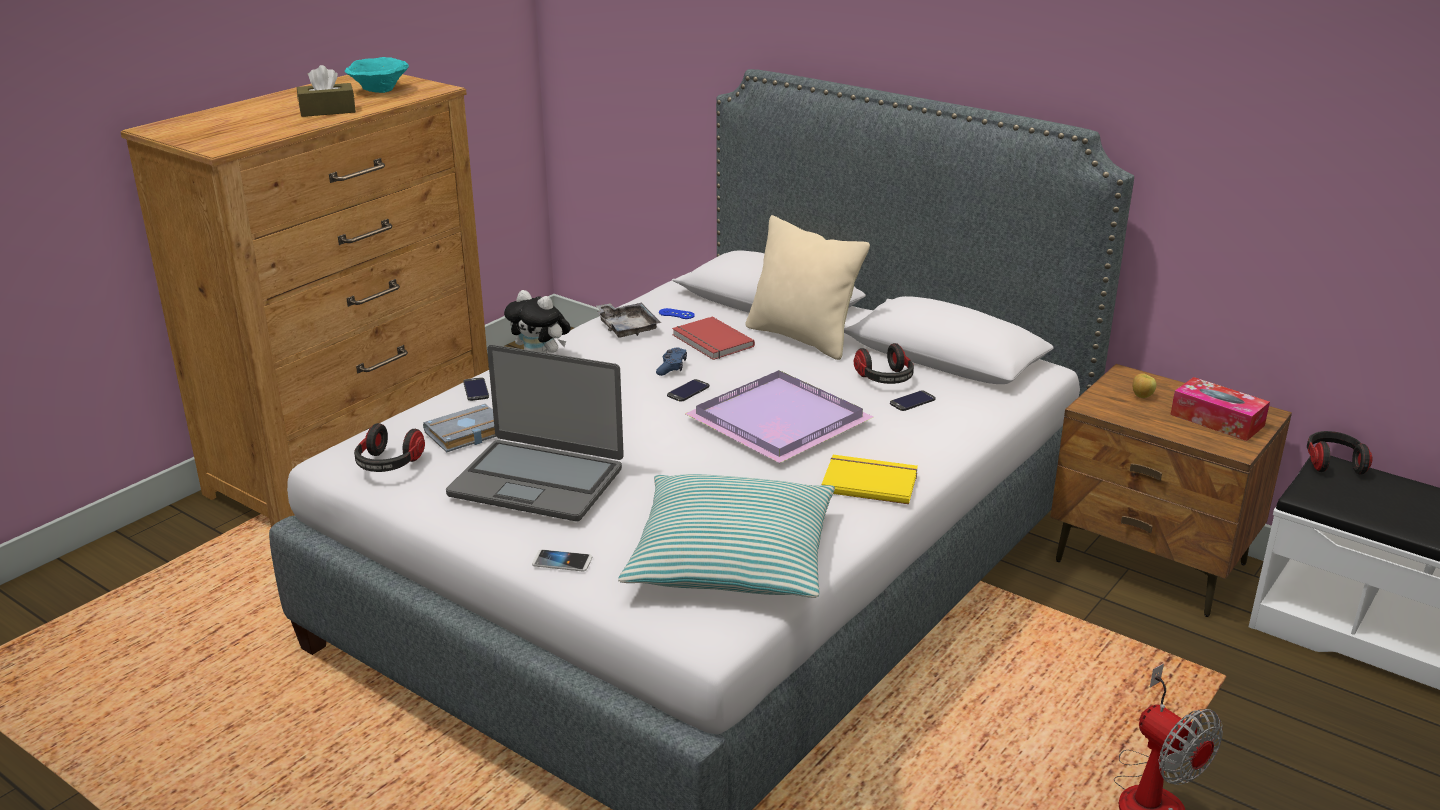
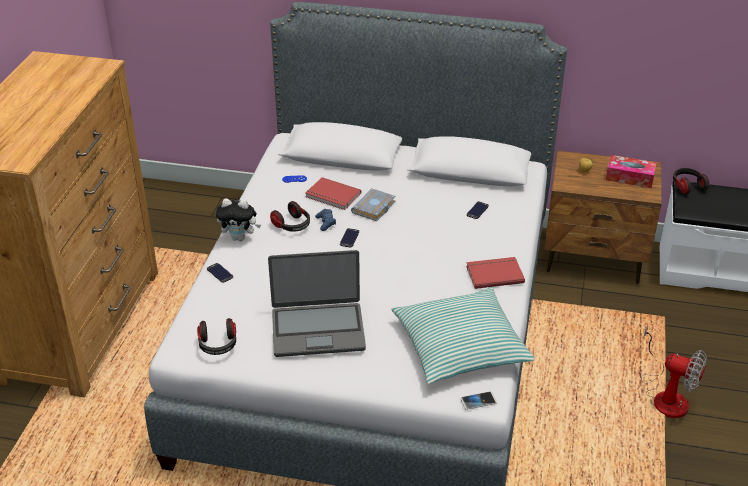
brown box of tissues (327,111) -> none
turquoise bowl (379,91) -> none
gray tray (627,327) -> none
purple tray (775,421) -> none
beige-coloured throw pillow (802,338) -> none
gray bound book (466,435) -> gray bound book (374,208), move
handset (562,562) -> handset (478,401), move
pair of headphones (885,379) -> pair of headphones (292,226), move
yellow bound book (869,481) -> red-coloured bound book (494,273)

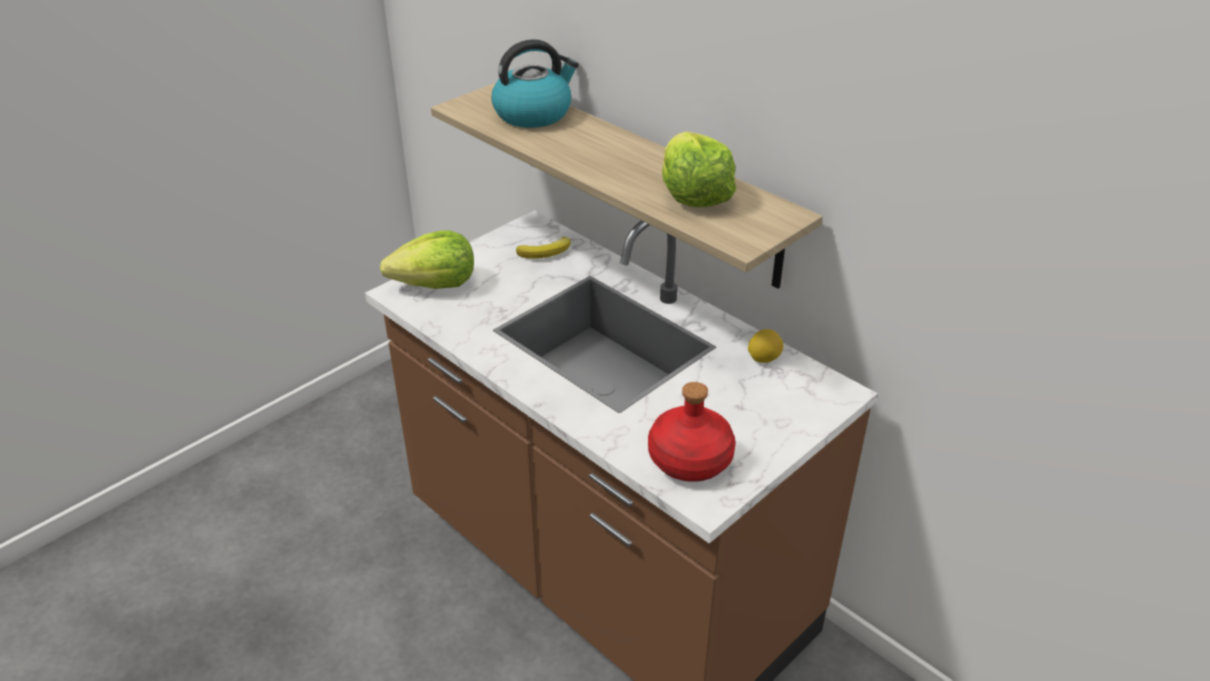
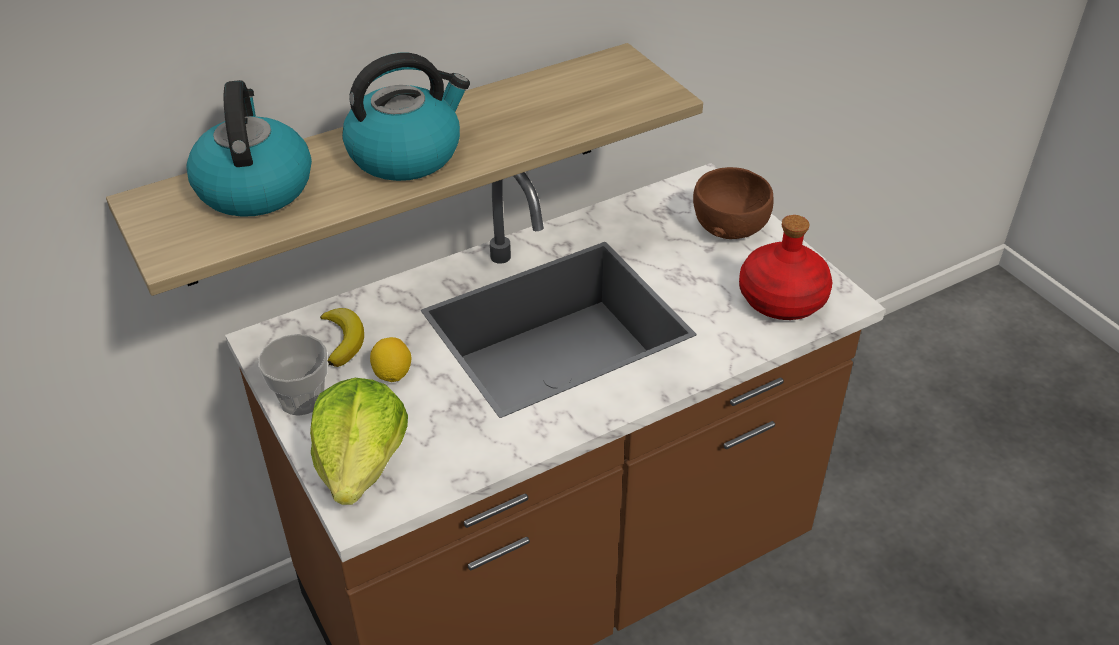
lettuce head (693,194) -> none
none -> cup (302,399)
none -> kettle (406,154)
none -> brown bowl (729,225)
whole lemon (763,359) -> whole lemon (392,374), move

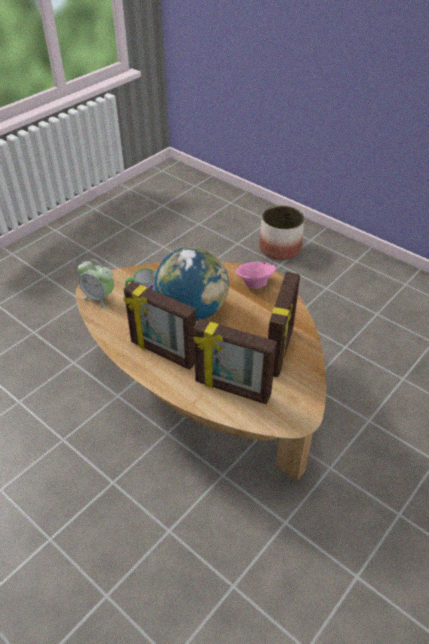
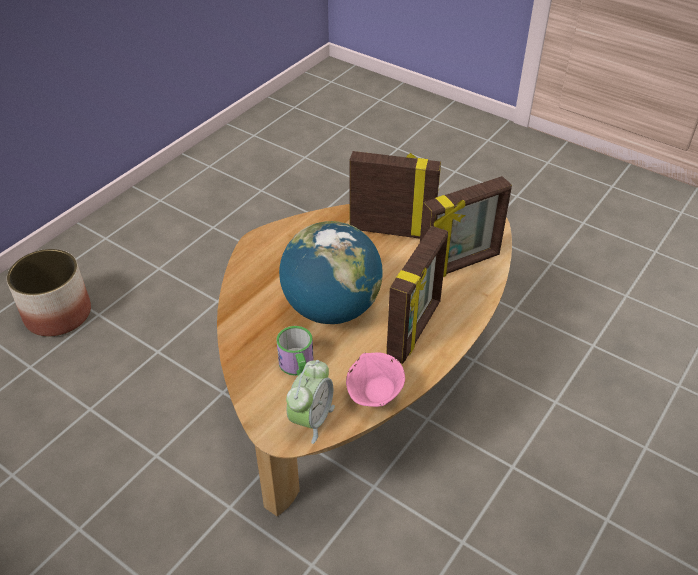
pinkish bowl (254,283) -> pinkish bowl (375,396), move
standing frame (232,389) -> standing frame (459,265), 45 degrees clockwise

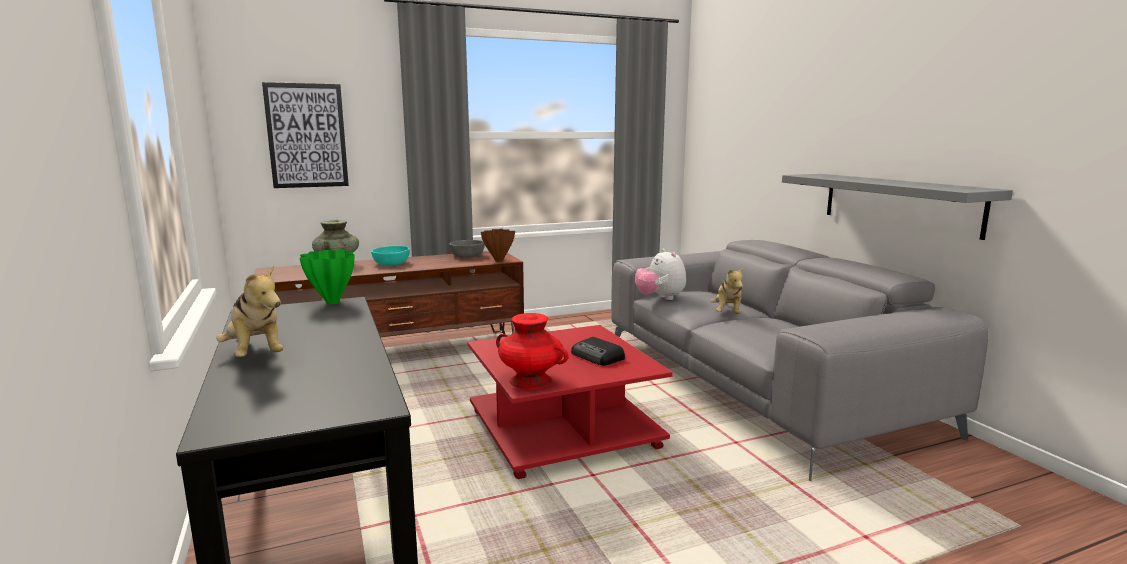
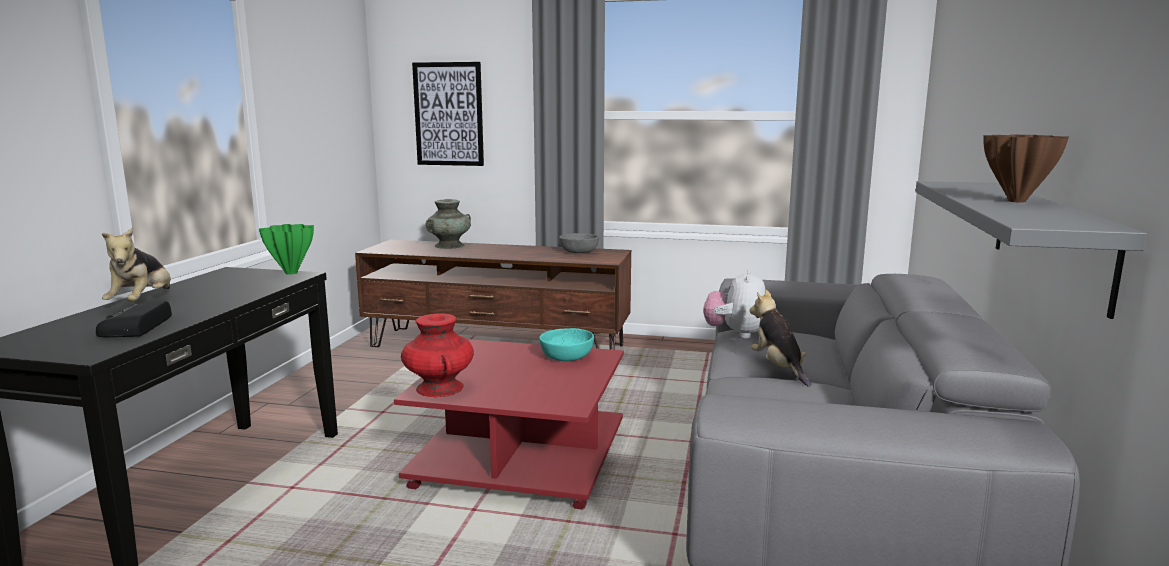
turquoise bowl (391,264) -> turquoise bowl (566,357), move
brown decorative vase (498,261) -> brown decorative vase (1016,201), move
radio set (598,356) -> radio set (136,327), move
cuddly toy (727,313) -> cuddly toy (778,368), 120 degrees clockwise

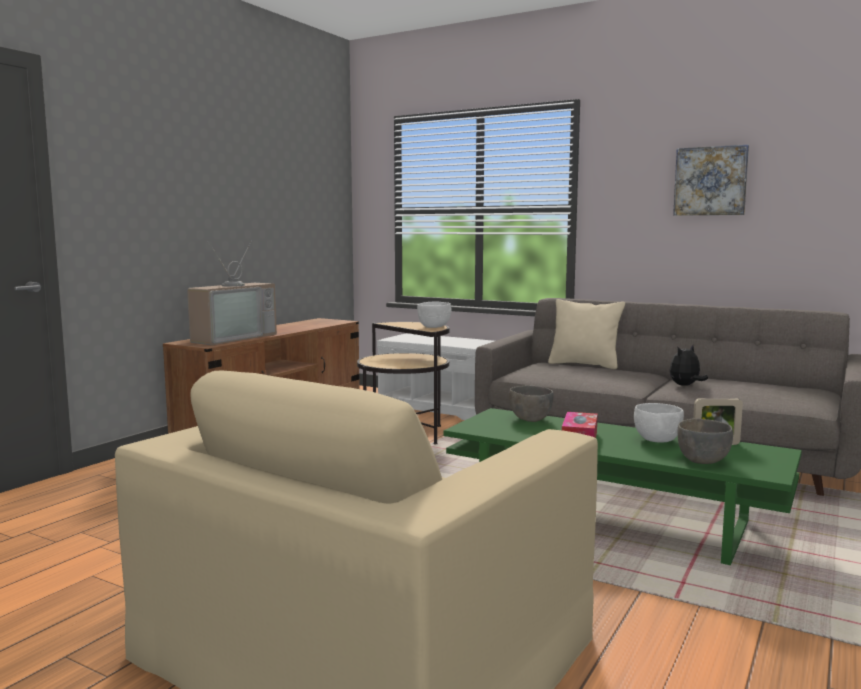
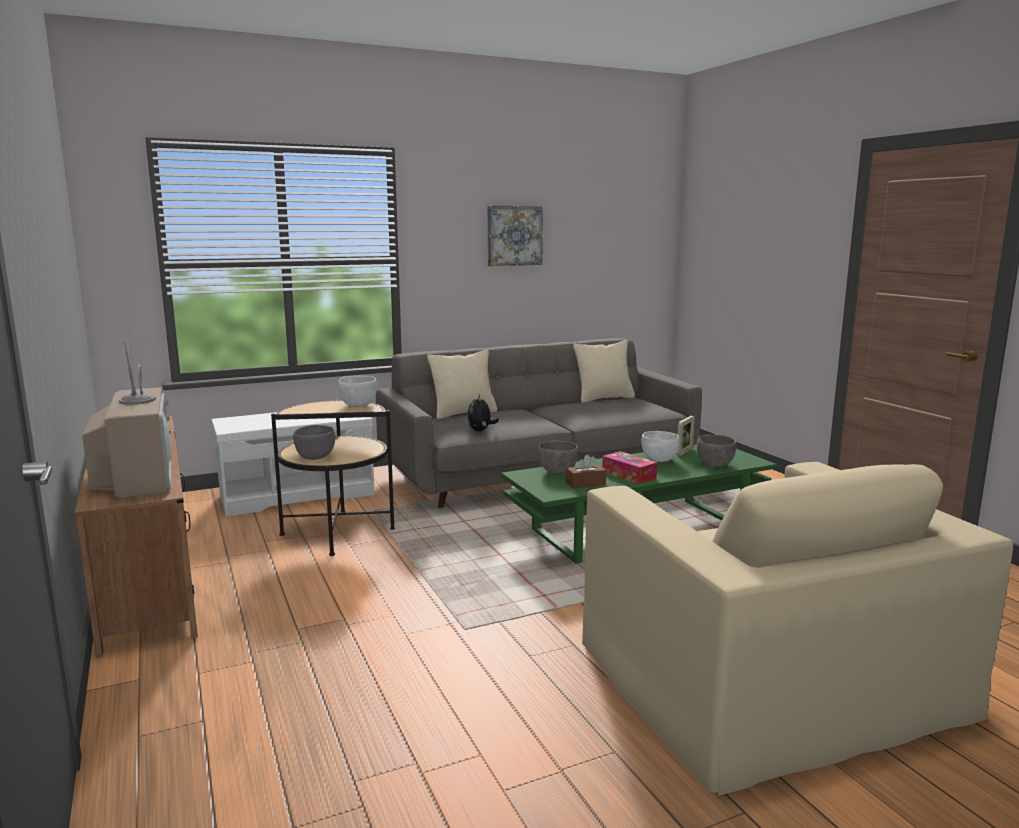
none -> gray bowl (315,457)
none -> brown box of tissues (585,483)
none -> beige-coloured throw pillow (604,398)
cuddly toy (685,386) -> cuddly toy (480,430), move

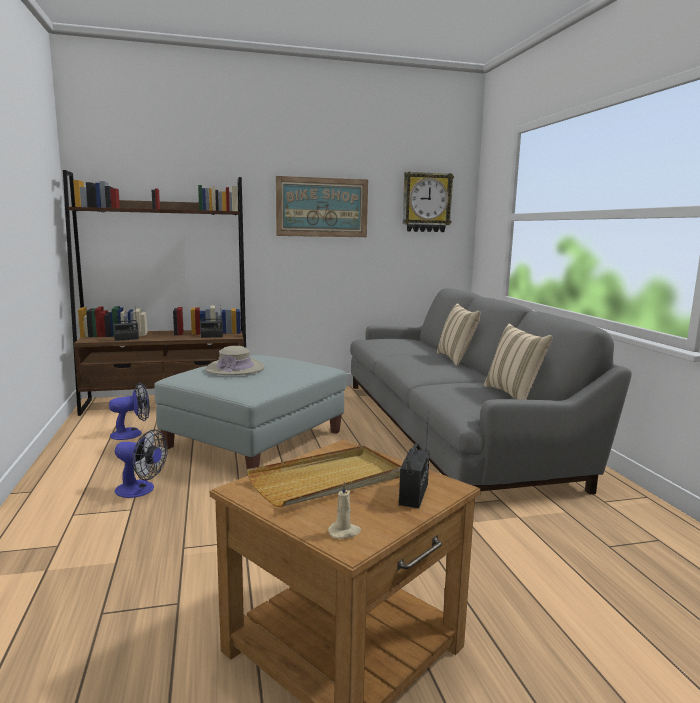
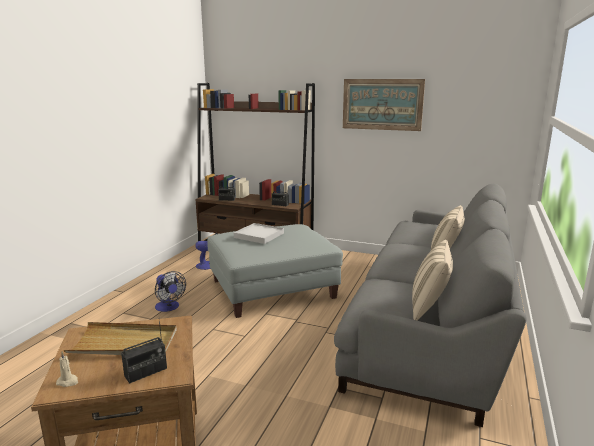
hanging clock (426,202) -> none
beige-coloured hat (235,369) -> whitish tray (259,235)

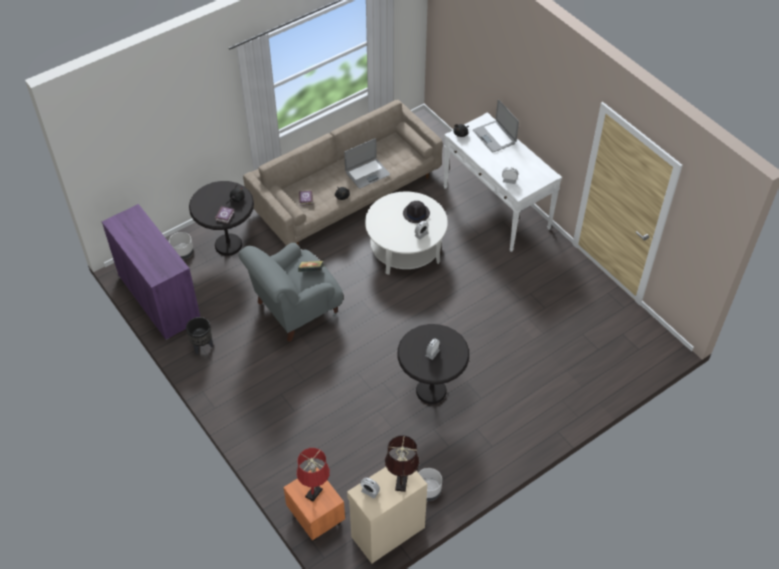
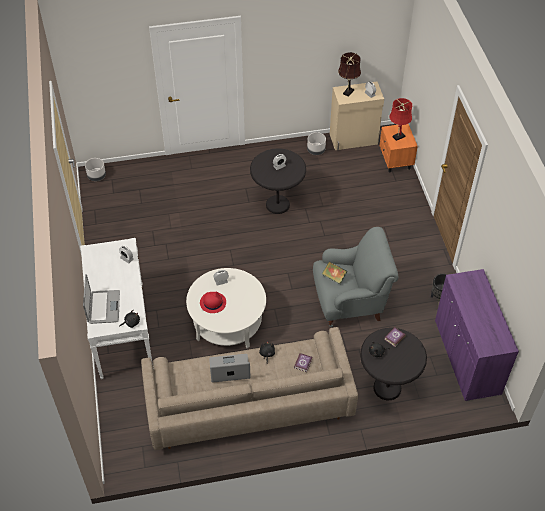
gray flower pot (183,253) -> gray flower pot (96,176), move
black hat (416,213) -> red-coloured hat (212,302)

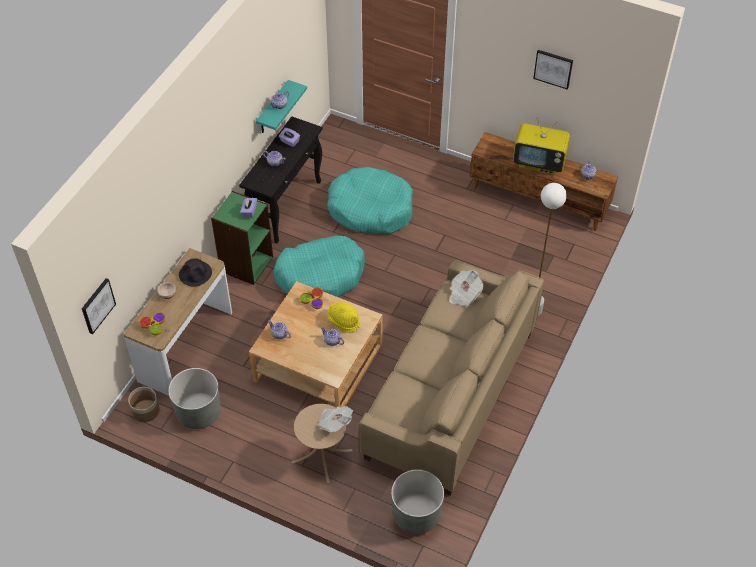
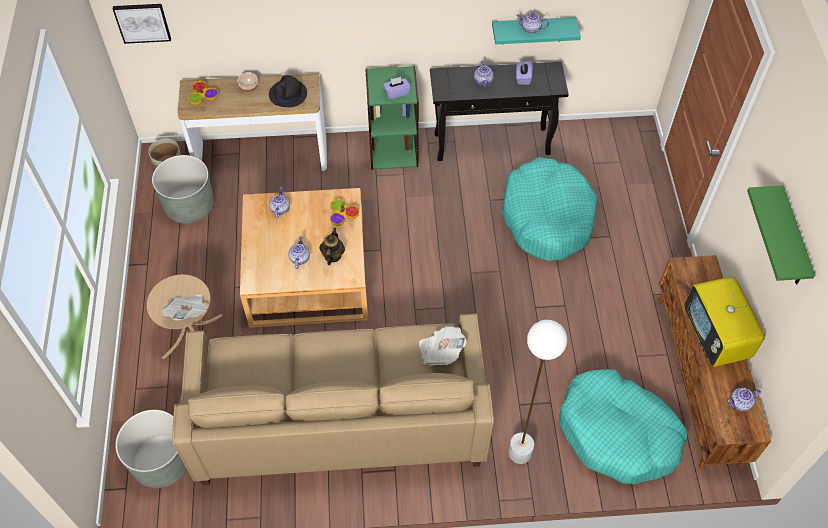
turquoise dog cushion (321,275) -> turquoise dog cushion (617,433), move
yellow hat (344,321) -> teapot (332,256)
wall picture (553,68) -> green bracket shelf (792,240)

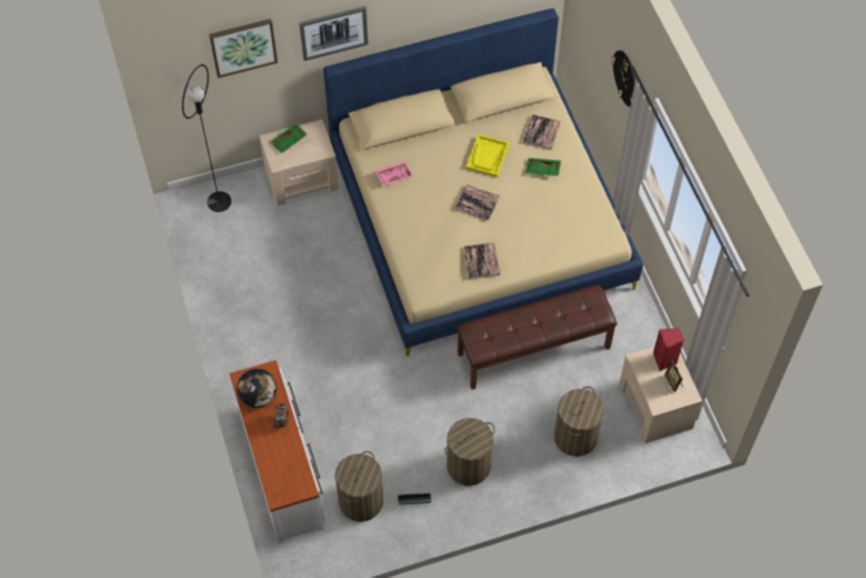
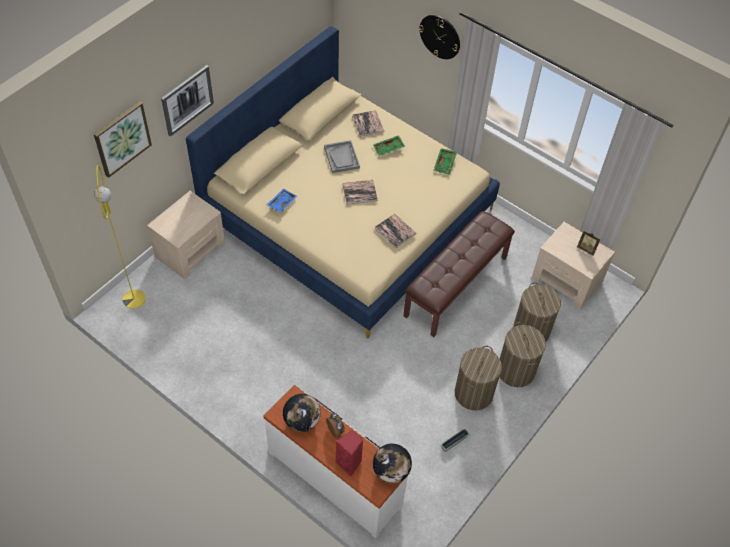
none -> world globe (391,471)
green tray (289,141) -> green tray (445,164), move
hamper (361,501) -> hamper (516,371), move
red-coloured loudspeaker (665,360) -> red-coloured loudspeaker (349,463), move
black standard lamp (219,201) -> yellow standard lamp (134,299)
pinkish tray (394,176) -> blue-coloured tray (281,203)
yellow tray (487,157) -> gray tray (342,157)

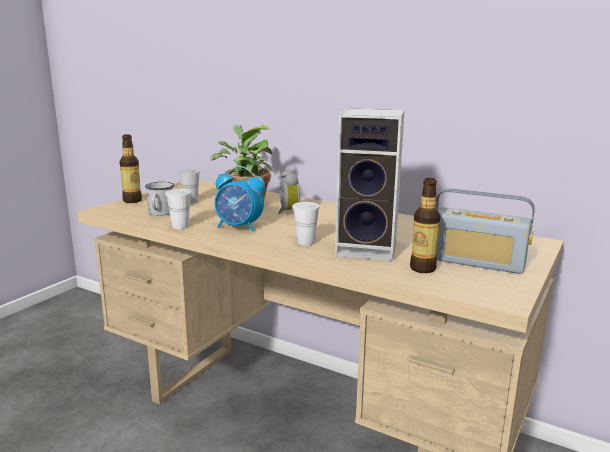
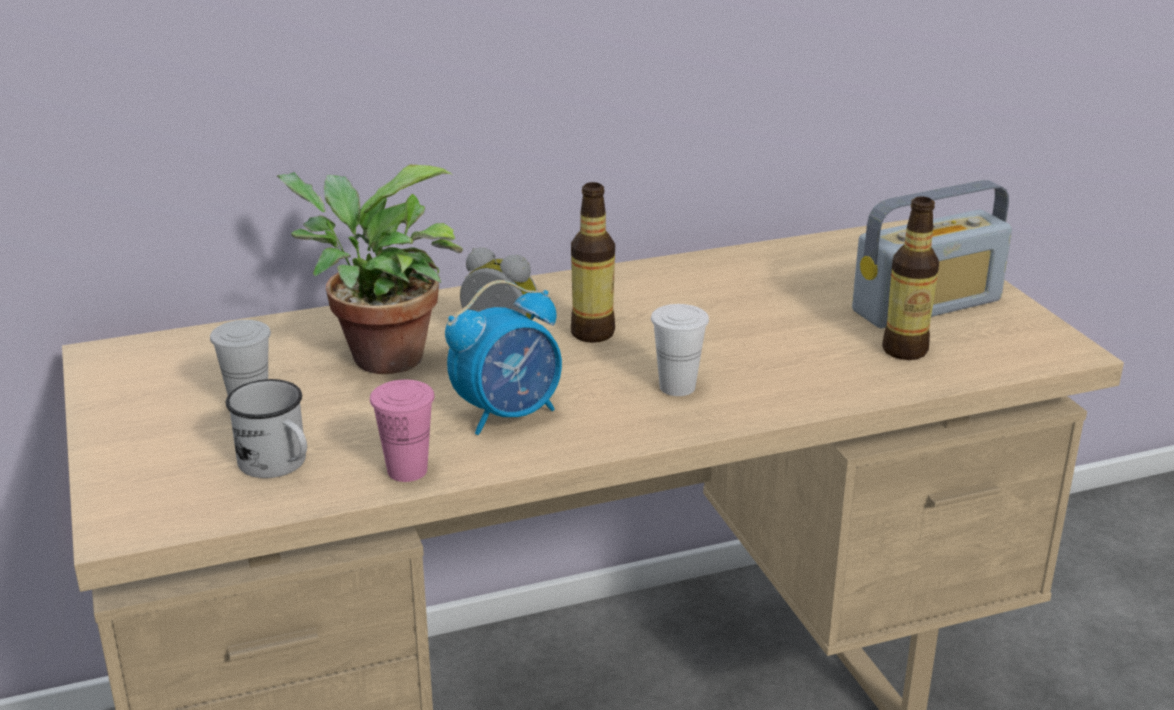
loudspeaker (369,249) -> none
drink bottle (132,200) -> drink bottle (592,333), move
whitish cup (180,226) -> pinkish cup (407,471)

